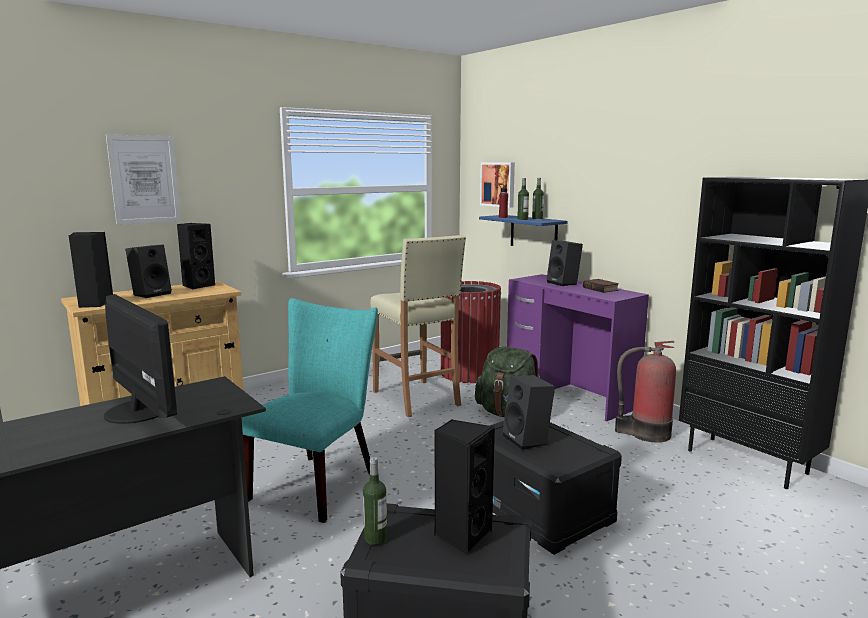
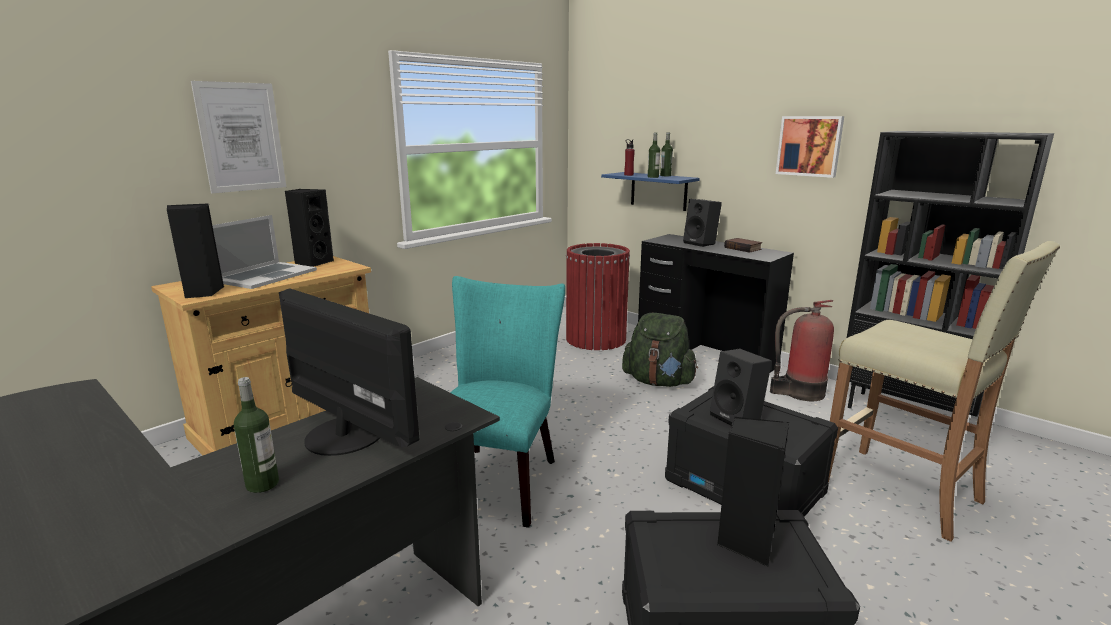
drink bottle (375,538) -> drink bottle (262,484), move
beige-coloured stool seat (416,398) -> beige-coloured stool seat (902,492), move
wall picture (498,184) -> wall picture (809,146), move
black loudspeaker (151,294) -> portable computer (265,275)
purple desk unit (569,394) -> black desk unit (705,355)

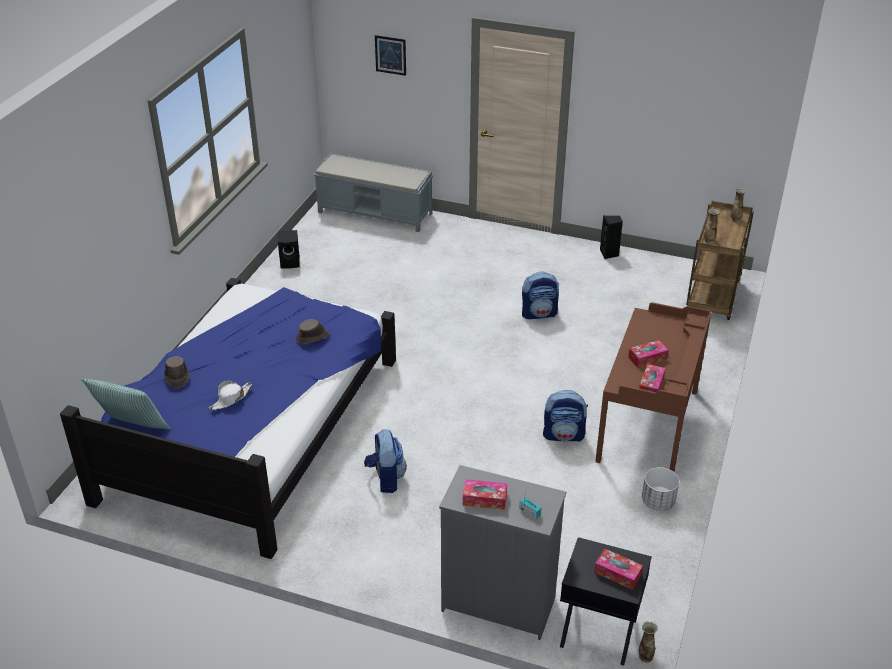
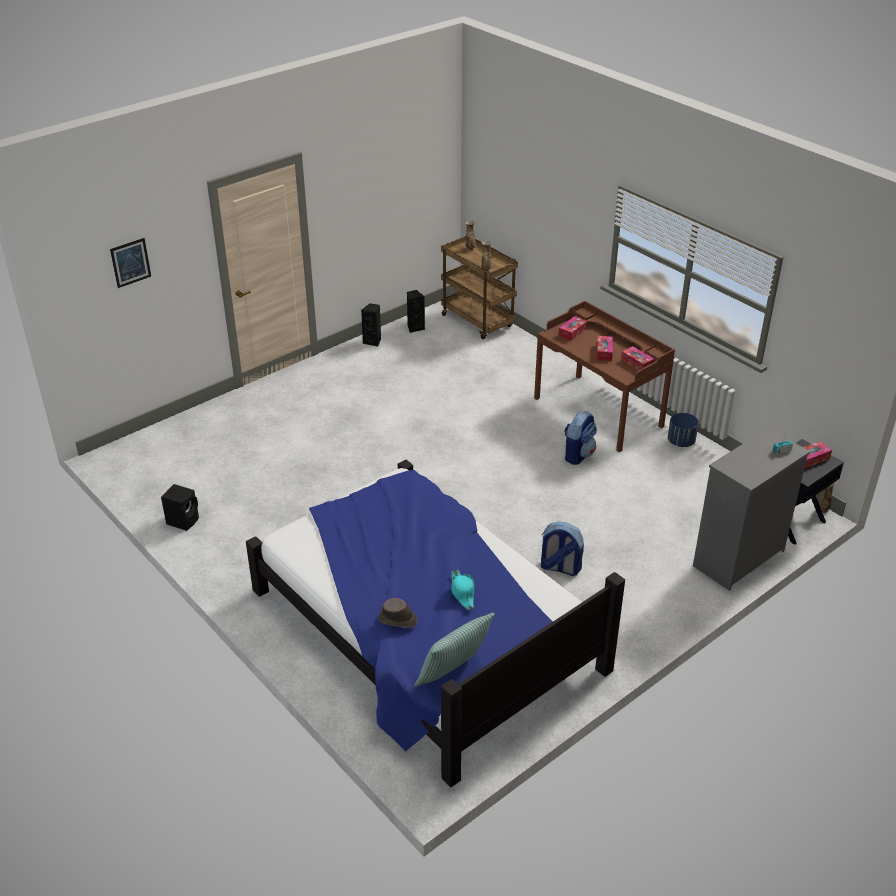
brown hat (313,337) -> none
gray bench (375,213) -> none
backpack (539,313) -> none
none -> black loudspeaker (415,327)
box of tissues (484,499) -> box of tissues (572,332), move
whitish hat (231,399) -> turquoise hat (462,592)
whitish flower pot (658,502) -> blue-coloured flower pot (681,442)

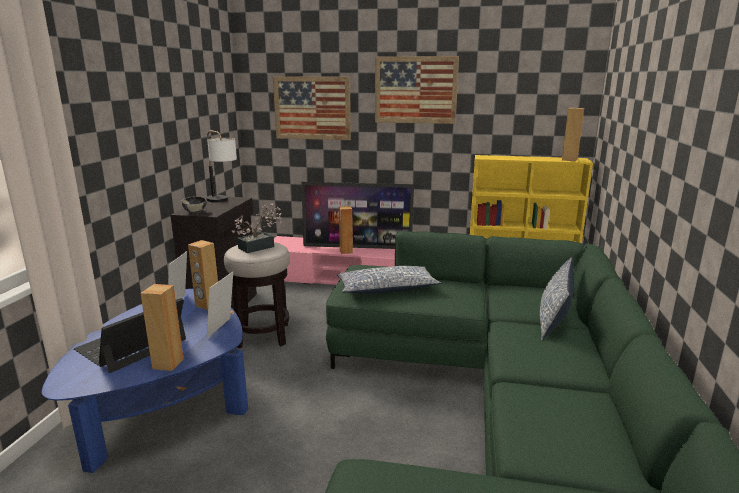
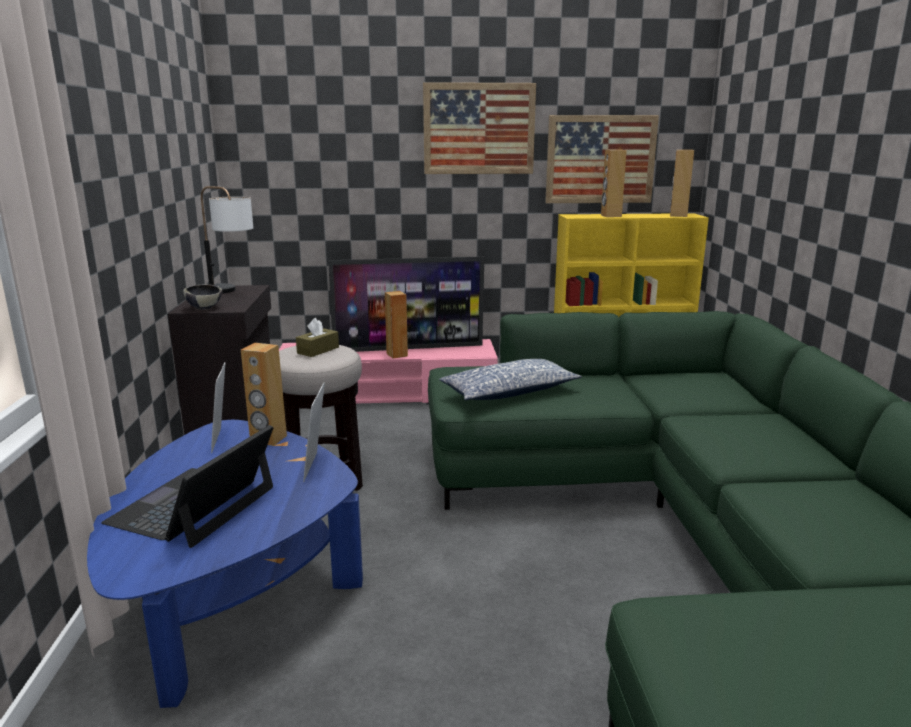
throw pillow (554,317) -> none
brown loudspeaker (167,364) -> brown loudspeaker (610,216), move
wall picture (312,108) -> wall picture (600,159), move
plant in a pot (260,246) -> brown box of tissues (318,350)

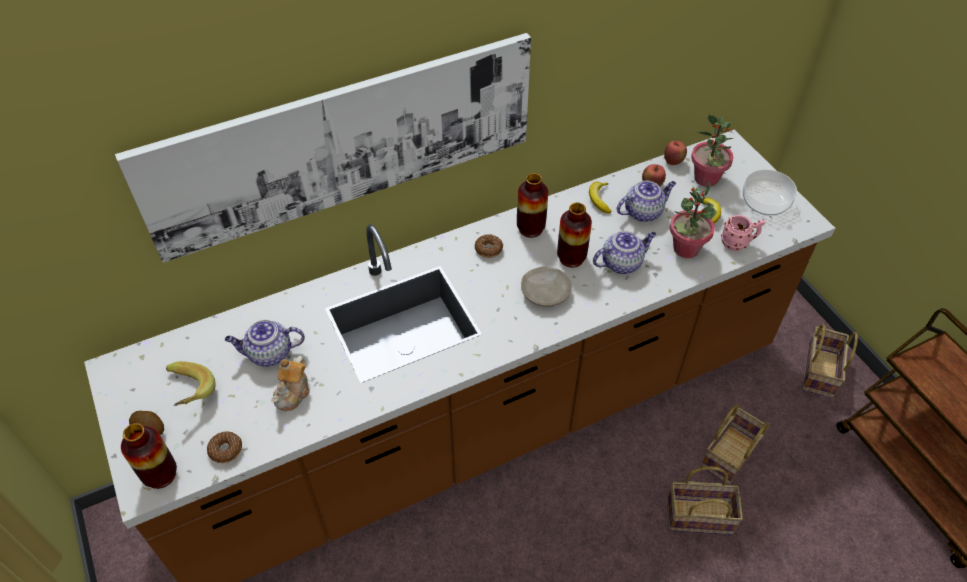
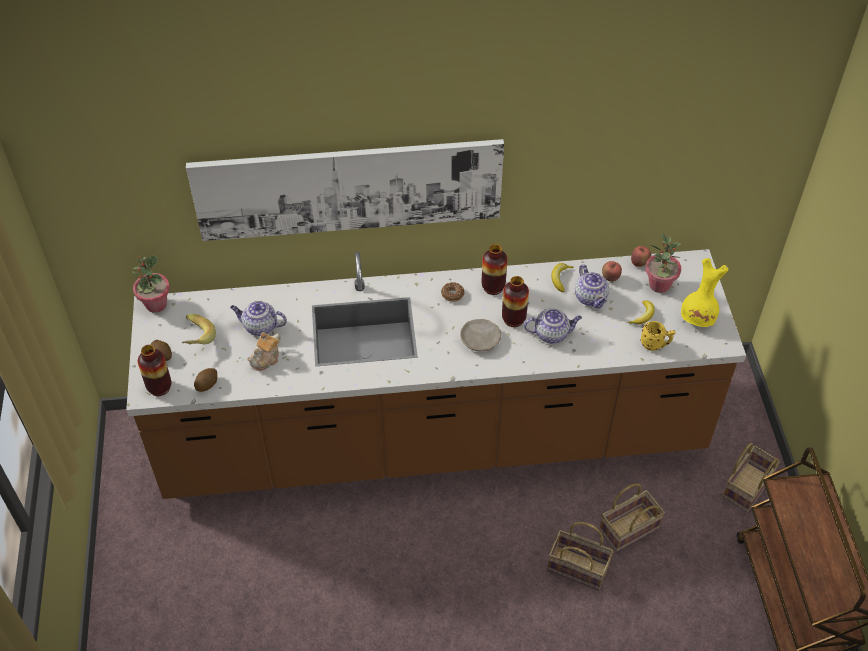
plant in a pot (685,248) -> plant in a pot (155,304), move
donut (226,450) -> potato (207,384)
bowl (765,202) -> yellow decorative vase (698,318)
pinkish mug (738,243) -> yellow mug (655,345)
teapot (643,211) -> teapot (591,298), 75 degrees clockwise

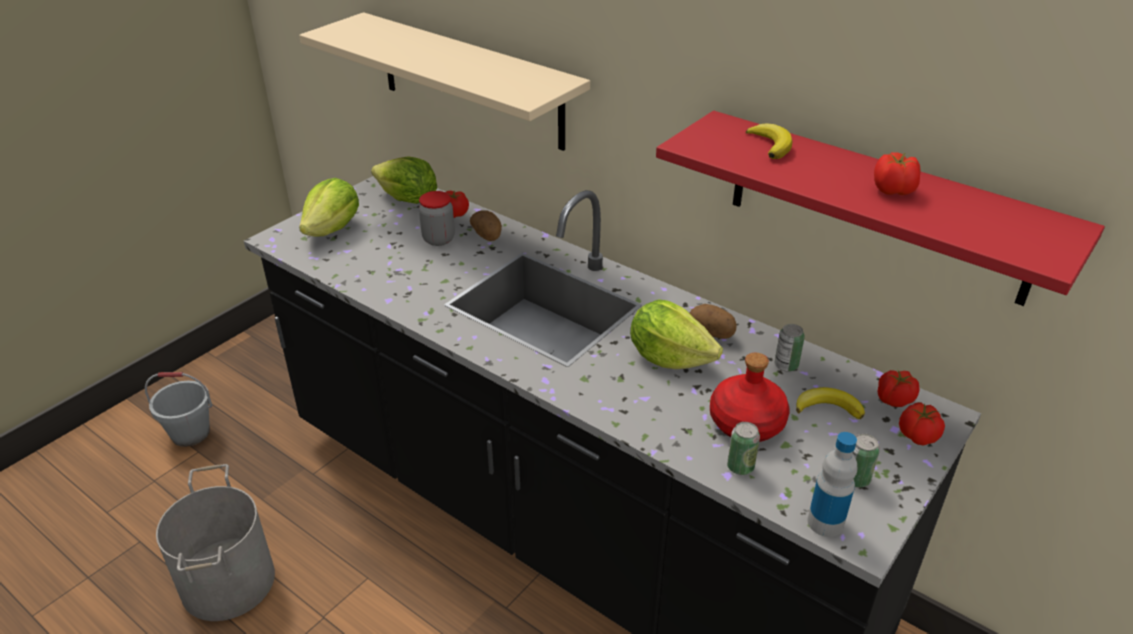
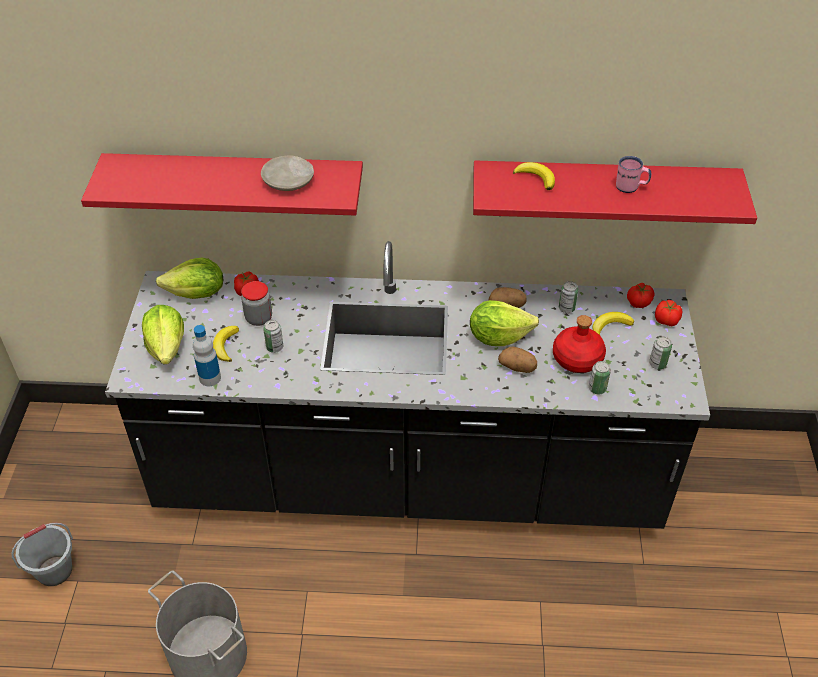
none -> whole banana (225,345)
none -> beige-coloured plate (289,181)
none -> sealed can (274,347)
potato (487,236) -> potato (517,367), move
drink bottle (825,522) -> drink bottle (210,378), move
whole tomato (893,191) -> pinkish mug (631,187)
beige-coloured bracket shelf (470,81) -> red-coloured bracket shelf (235,184)

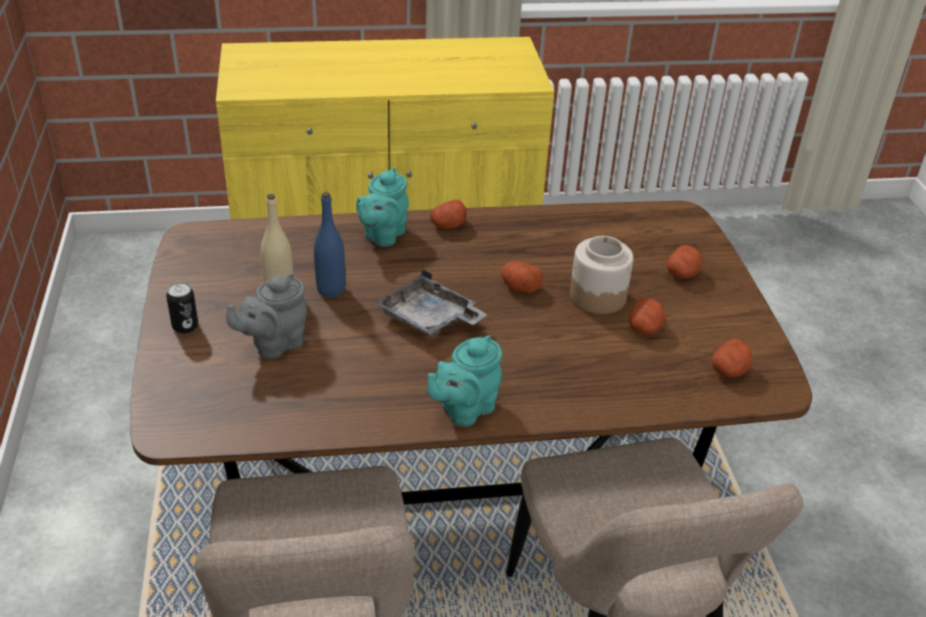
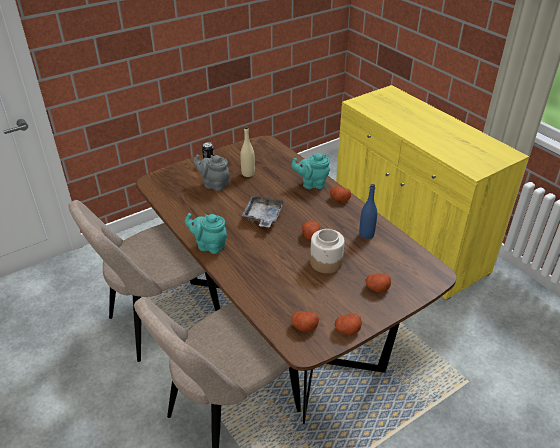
blue-coloured drink bottle (331,289) -> blue-coloured drink bottle (366,234), move
potato (644,328) -> potato (347,330), move

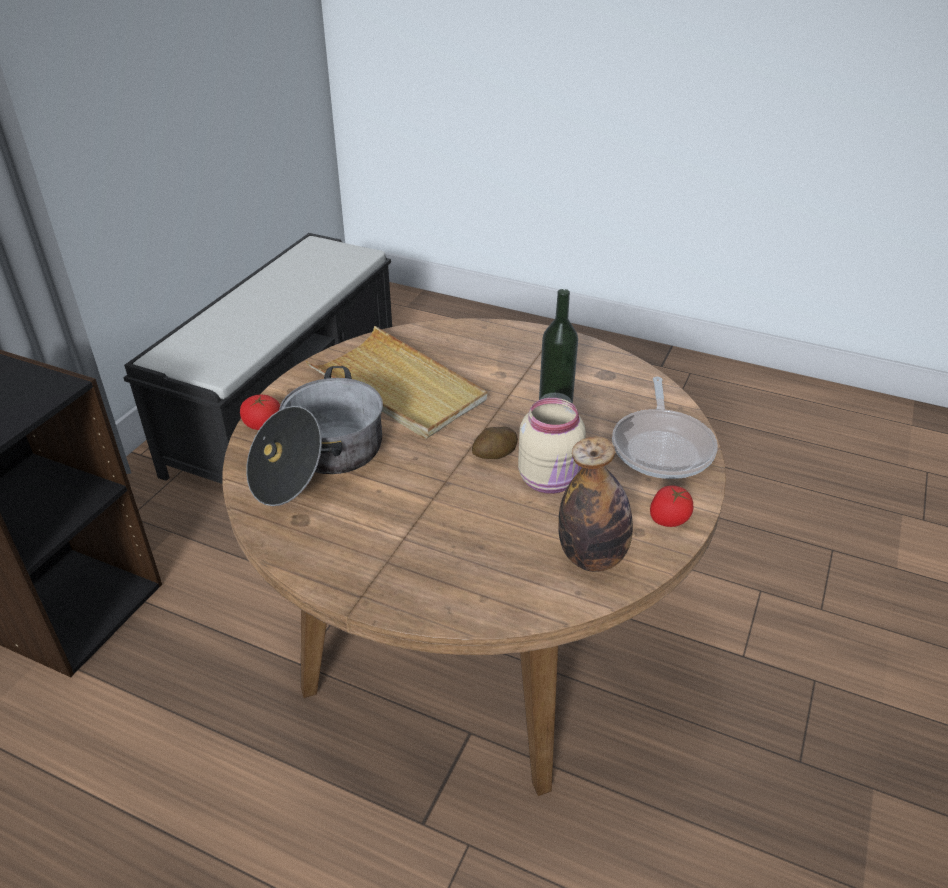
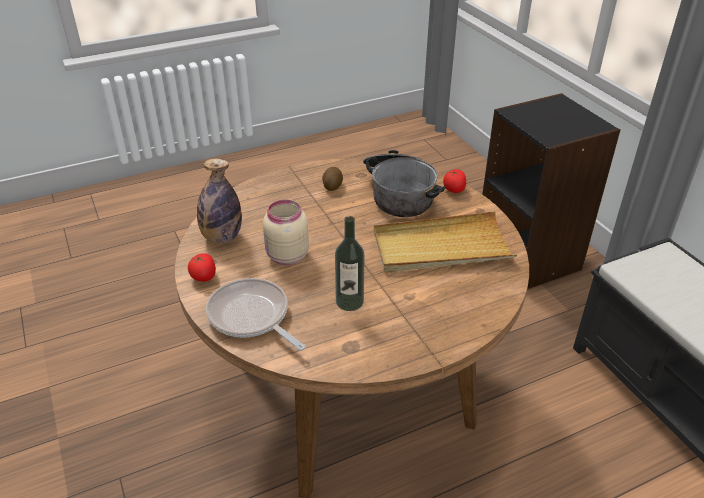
potato (494,455) -> potato (332,186), move

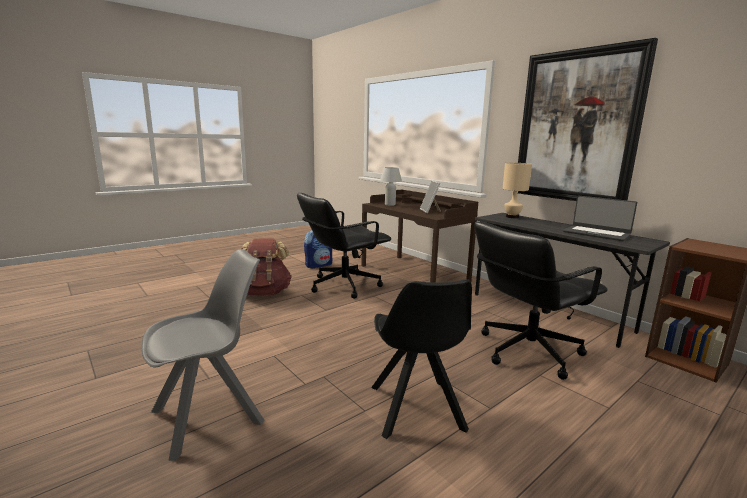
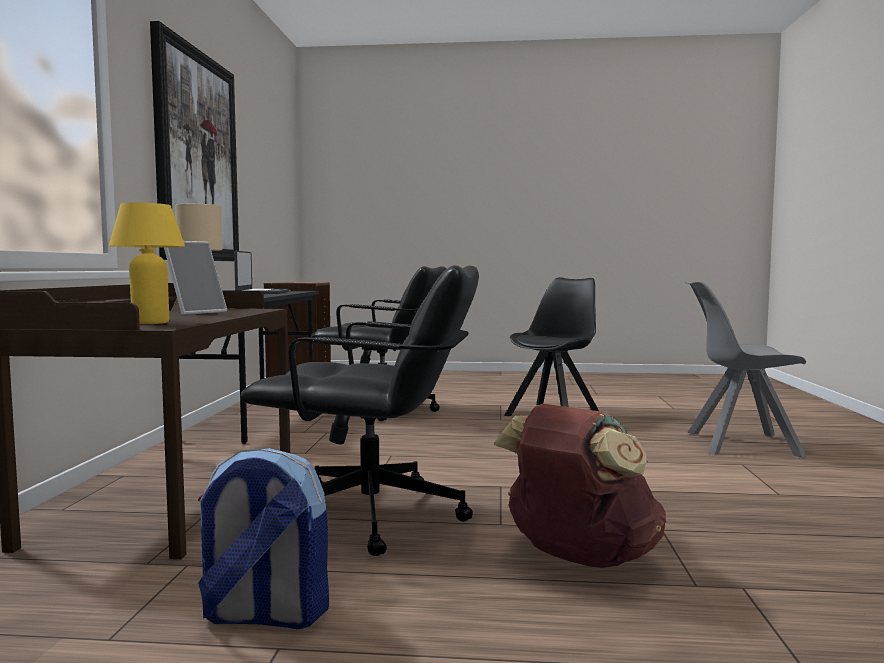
whitish table lamp (390,205) -> yellow table lamp (150,323)

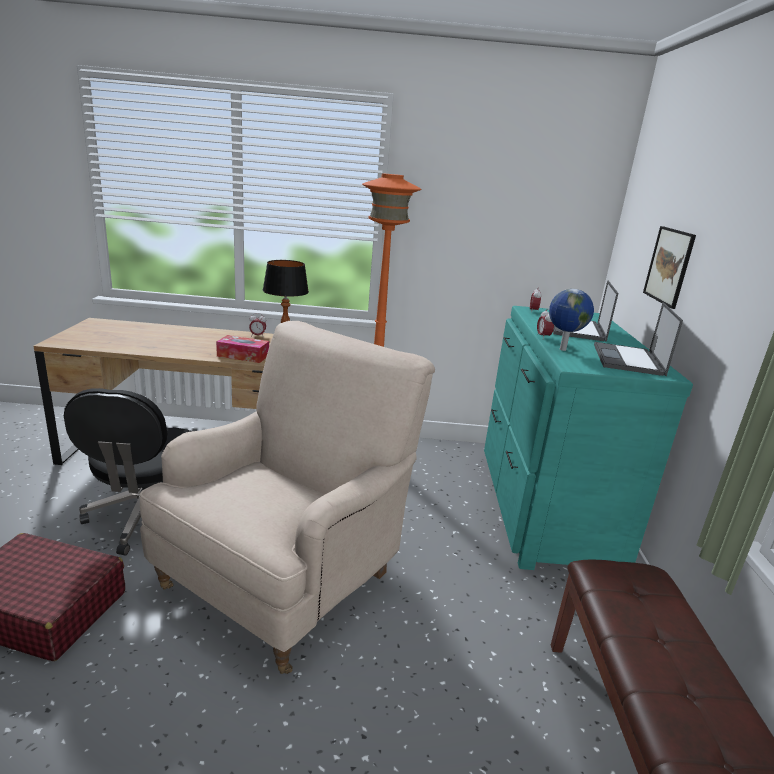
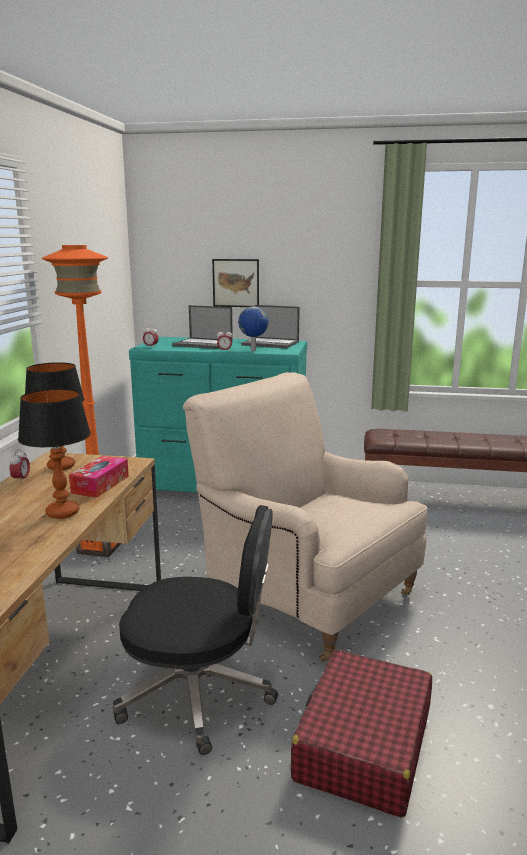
none -> table lamp (62,512)

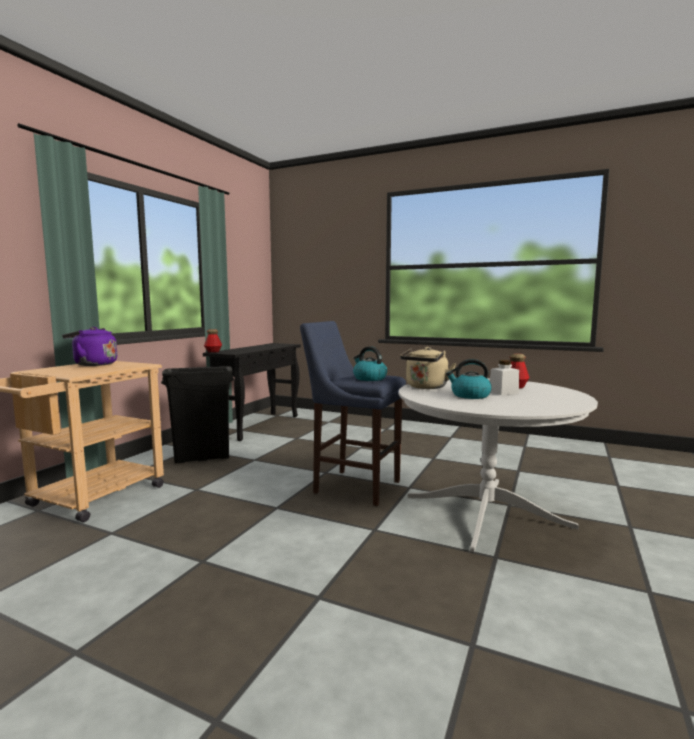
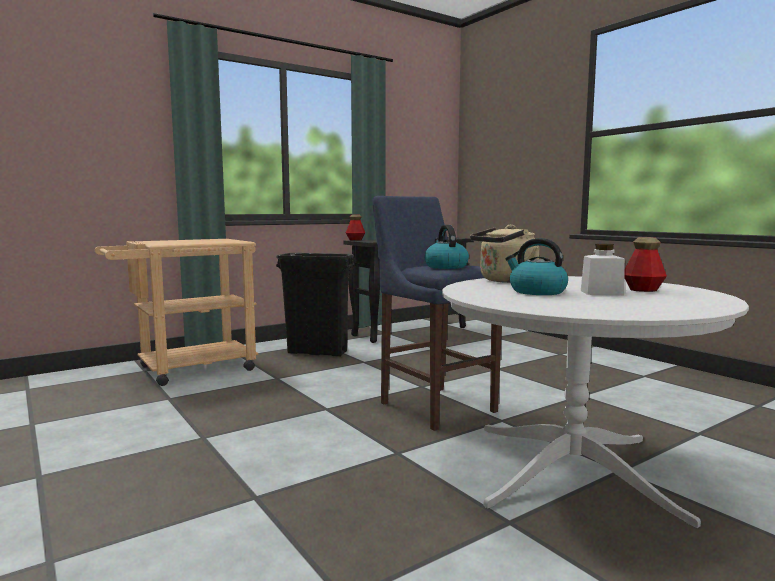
purple kettle (93,364) -> none

